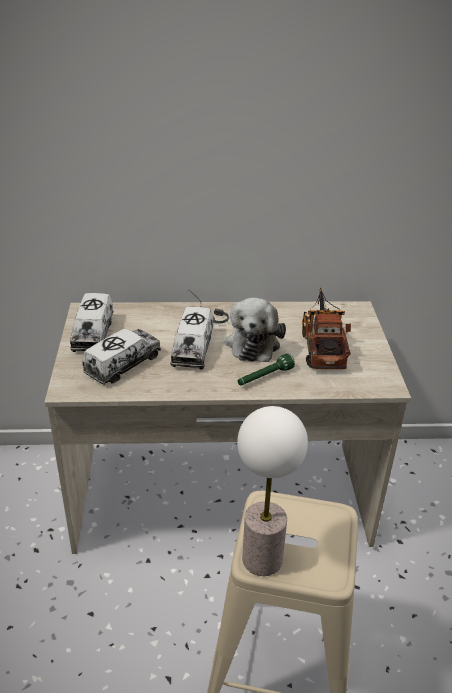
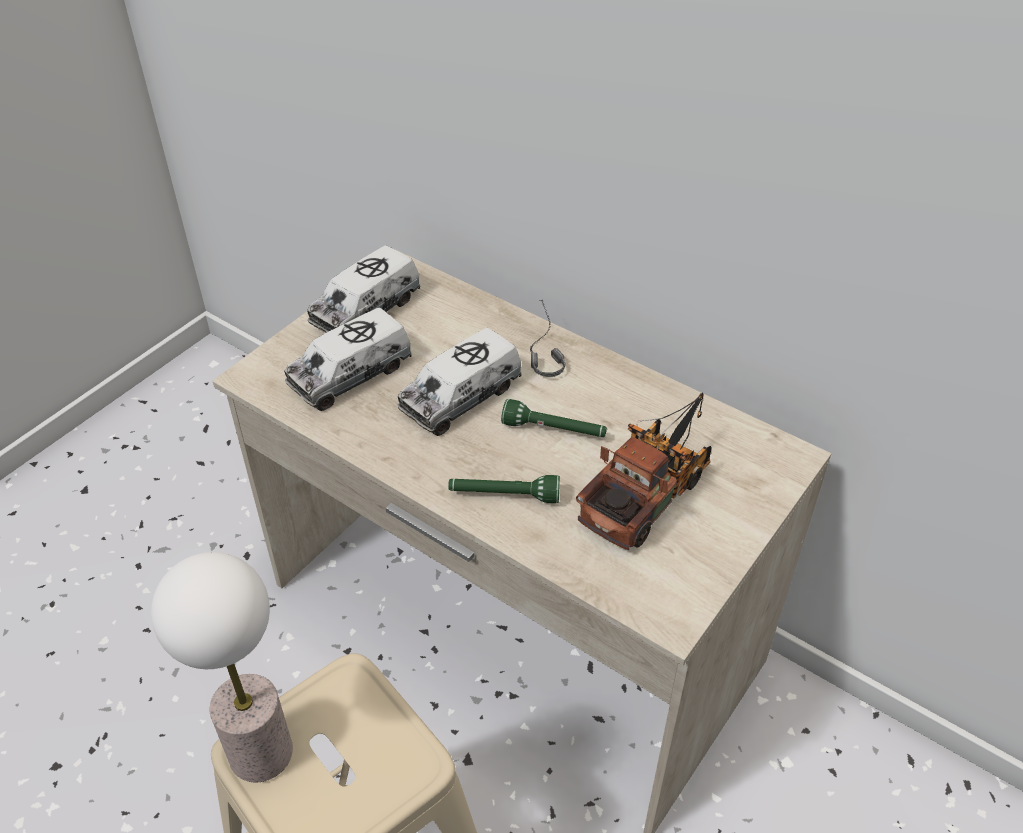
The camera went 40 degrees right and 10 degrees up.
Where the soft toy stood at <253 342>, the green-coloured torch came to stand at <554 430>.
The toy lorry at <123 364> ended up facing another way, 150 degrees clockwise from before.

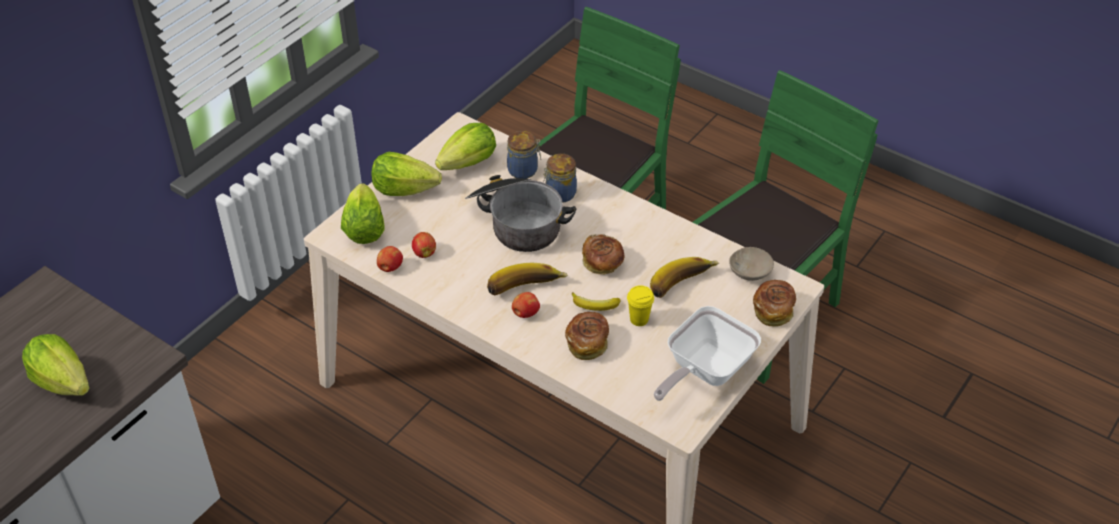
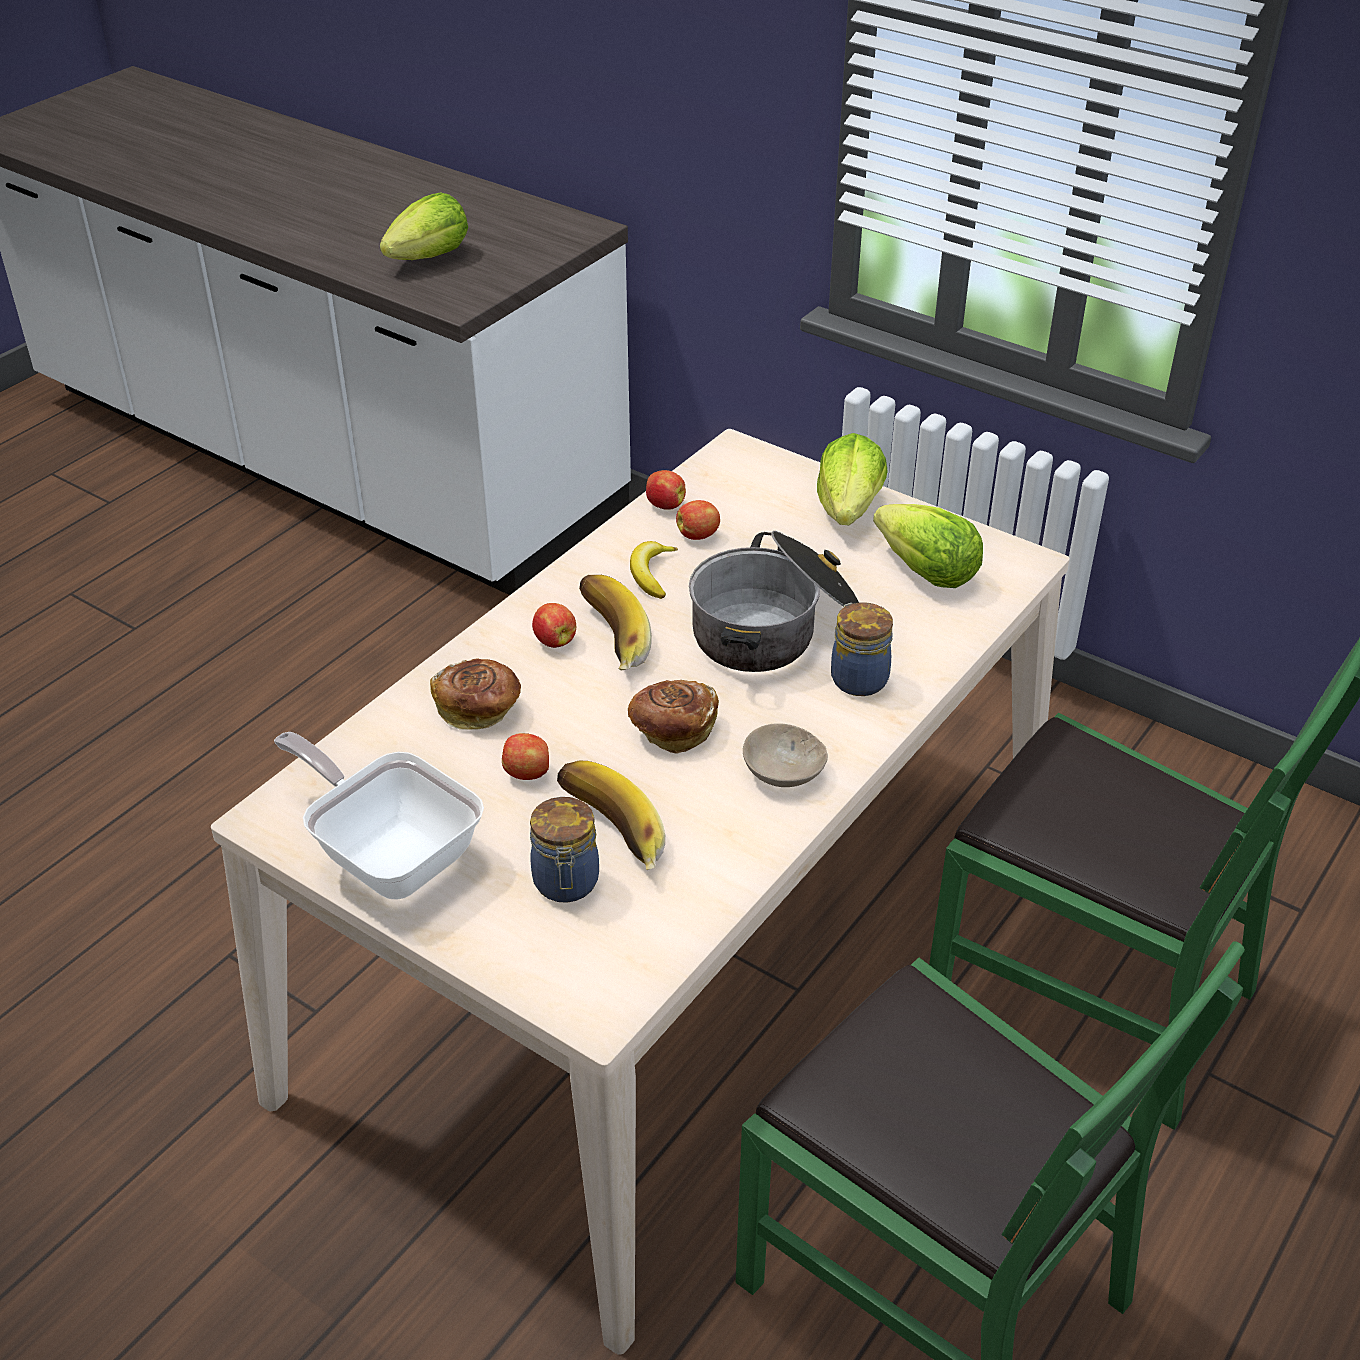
The camera went 90 degrees right and 5 degrees down.
The second view lost the head of lettuce at <364 229>.
The second view lost the baked bread at <773 310>.
The preserve jar ended up elsewhere, having gone from <524 170> to <566 884>.
The banana fruit ended up elsewhere, having gone from <594 306> to <652 574>.
The beige-coloured deep dish ended up elsewhere, having gone from <750 273> to <780 772>.
Where the yellow cup stood at <639 319>, the apple fruit came to stand at <528 773>.

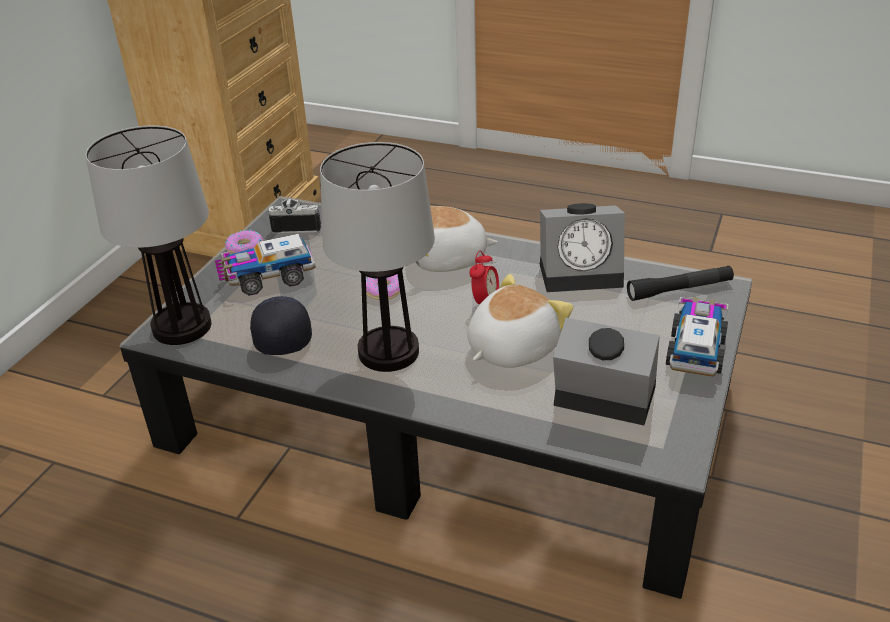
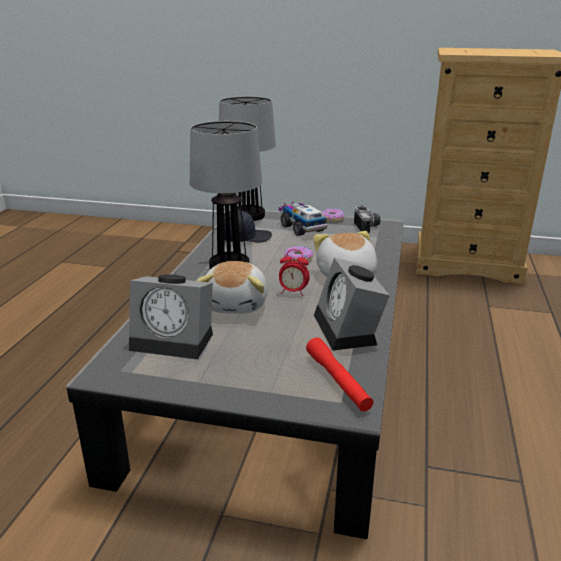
The camera went 80 degrees right and 10 degrees down.
The second view lost the toy lorry at <695 350>.
What was the blackish torch at <679 290> turned into the red-coloured torch at <338 381>.
The soft toy at <511 348> ended up facing another way, 60 degrees clockwise from before.
The bedside clock at <600 399> ended up facing another way, 90 degrees clockwise from before.

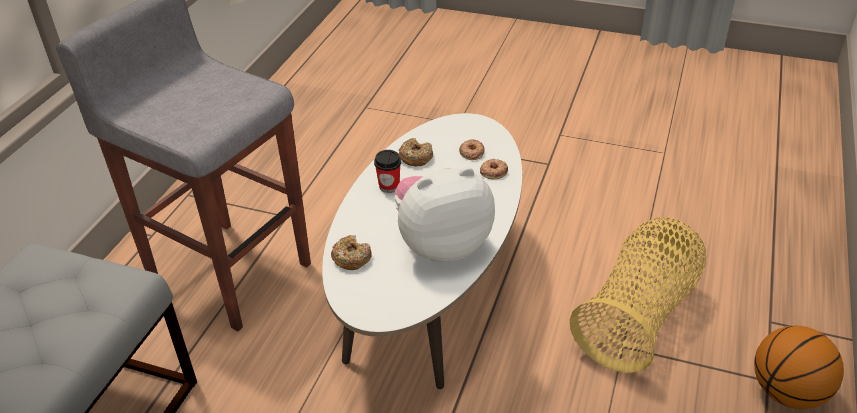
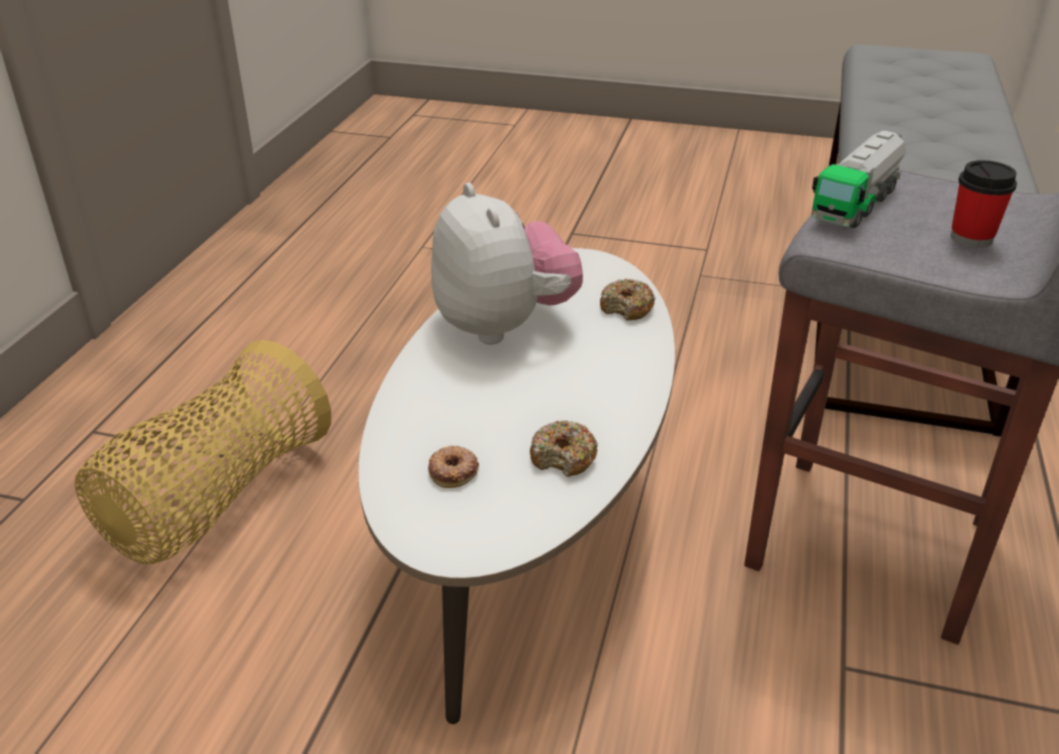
The camera went 175 degrees right and 5 degrees down.
The second view lost the ring doughnut at <493 171>.
The second view lost the ball for basketball at <788 392>.
The second view gained the toy lorry at <855 204>.
The cup ended up elsewhere, having gone from <389 186> to <971 238>.
The soft toy at <442 244> ended up facing another way, 90 degrees counterclockwise from before.

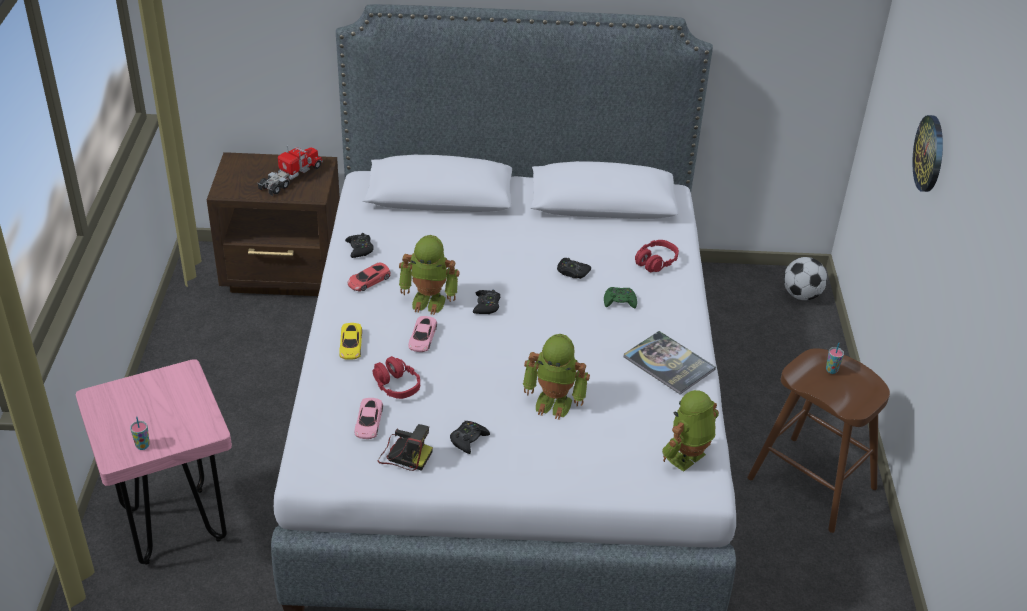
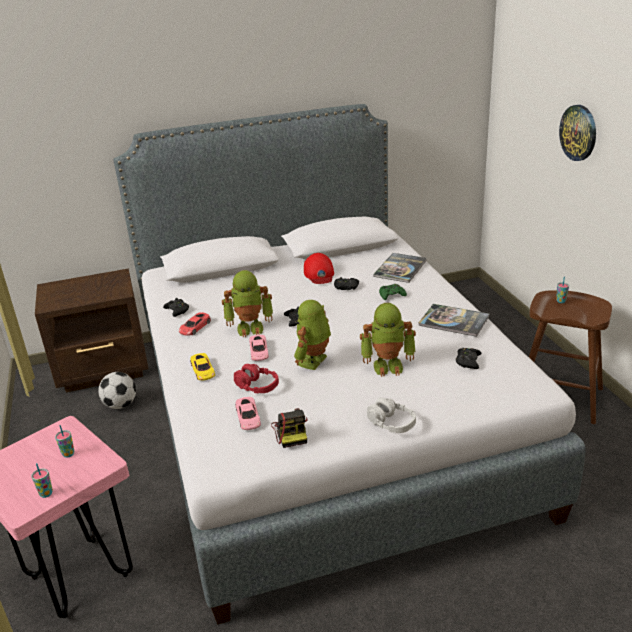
The camera went 15 degrees left and 10 degrees down.
The second view lost the toy lorry at <290 177>.
The second view gained the cup at <68 454>.
The second view gained the red-coloured cap at <319 274>.
The second view gained the grey headphones at <391 423>.
The blackish gamepad ended up elsewhere, having gone from <468 439> to <468 361>.
The model robot ended up elsewhere, having gone from <687 458> to <314 361>.
The football ball ended up elsewhere, having gone from <801 295> to <120 405>.
Where the red-coloured headphones stood at <656 262>, the volume came to stand at <400 268>.
The photo camera at <404 454> ended up facing another way, 75 degrees clockwise from before.

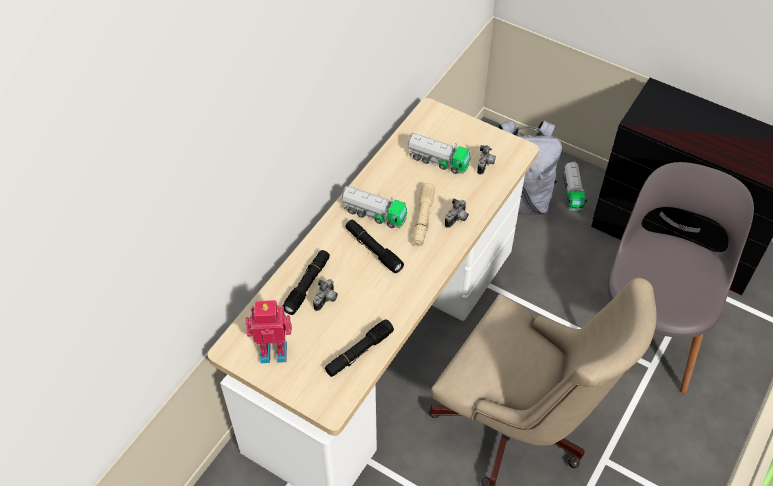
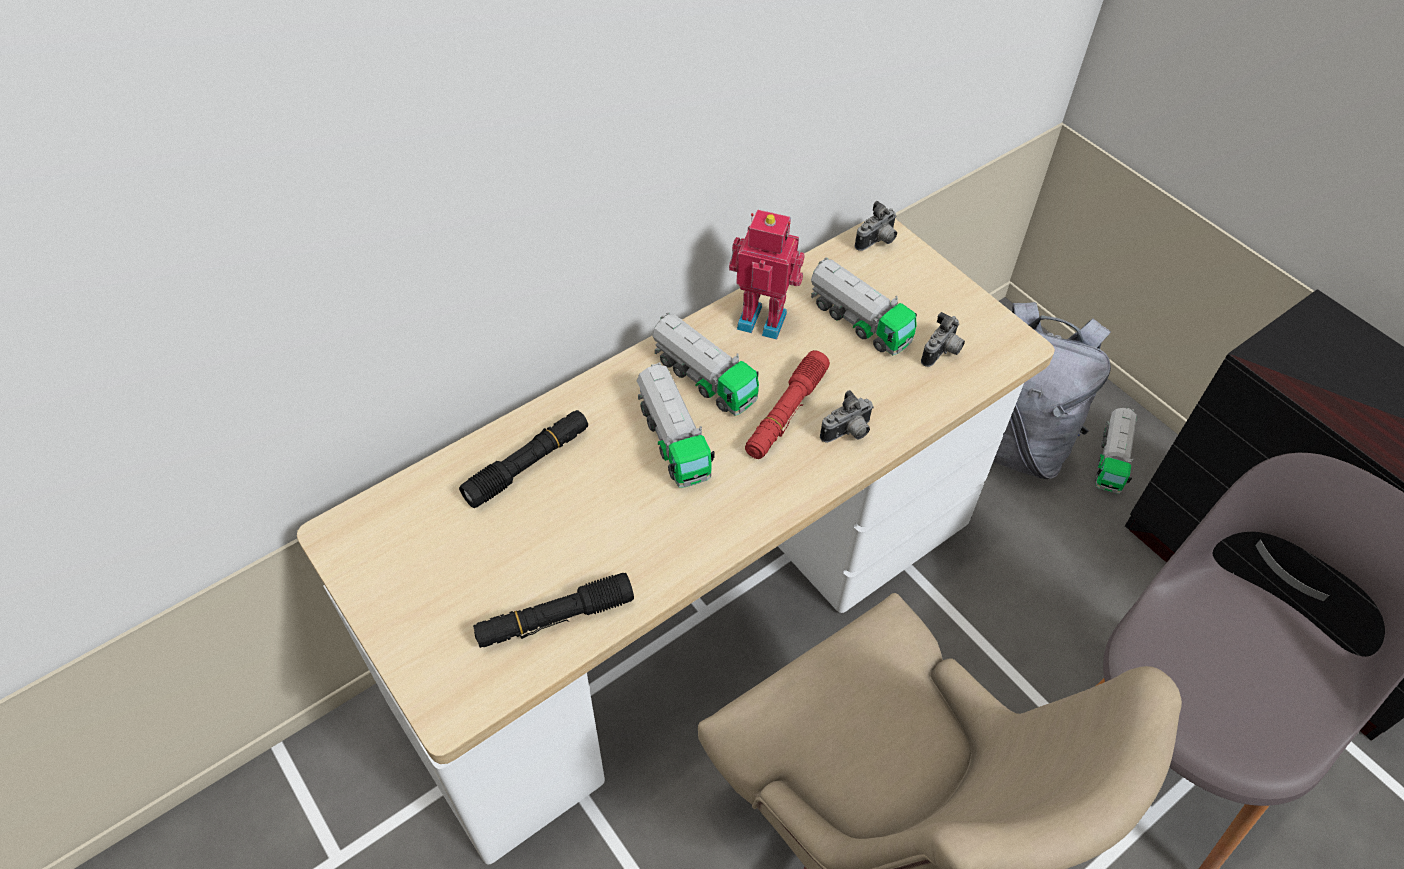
The camera went 20 degrees right and 0 degrees up.
The model robot ended up elsewhere, having gone from <273 350> to <763 318>.
The photo camera ended up elsewhere, having gone from <327 300> to <877 242>.
Where the blackish torch stood at <373 249>, the toy lorry came to stand at <673 439>.
What was the beige-coloured torch at <423 219> turned into the red-coloured torch at <786 413>.

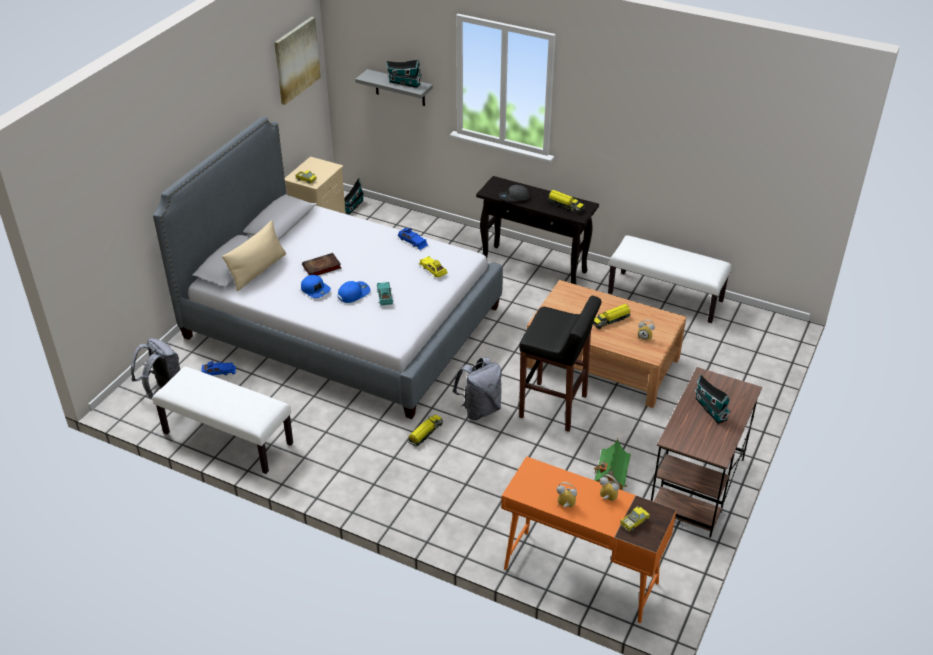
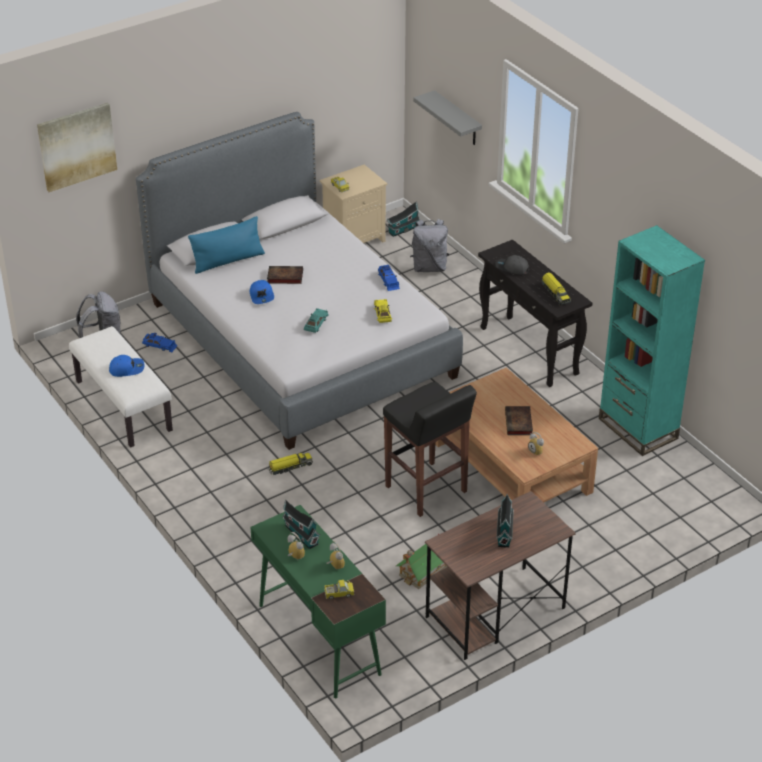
The camera went 30 degrees right and 0 degrees up.
The wall art ended up elsewhere, having gone from <296 60> to <77 146>.
The blue cap ended up elsewhere, having gone from <353 293> to <127 369>.
The model house ended up elsewhere, having gone from <403 83> to <300 534>.
The grey knapsack ended up elsewhere, having gone from <480 409> to <429 267>.
Where the toy lorry stood at <611 320>, the volume came to stand at <519 423>.
Where the white long seat stood at <666 297>, the blue-green bookshelf came to stand at <638 428>.
What was the beige-coloured throw pillow at <258 270> turned into the blue throw pillow at <228 261>.
What was the orangey desk unit at <580 575> turned into the green-coloured desk unit at <318 638>.

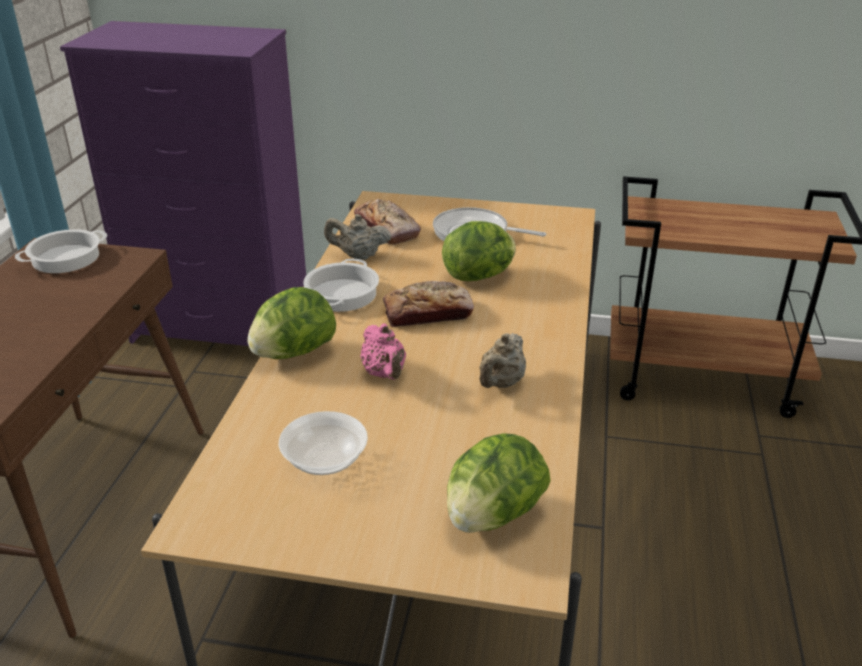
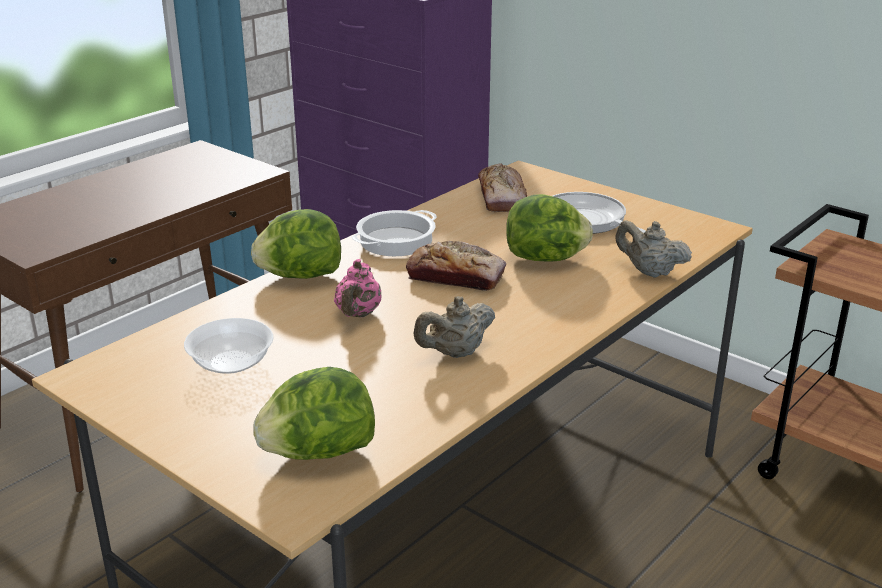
The camera went 30 degrees right and 5 degrees down.
The second view lost the stockpot at <66 258>.
The beige-coloured teapot ended up elsewhere, having gone from <358 256> to <649 272>.

